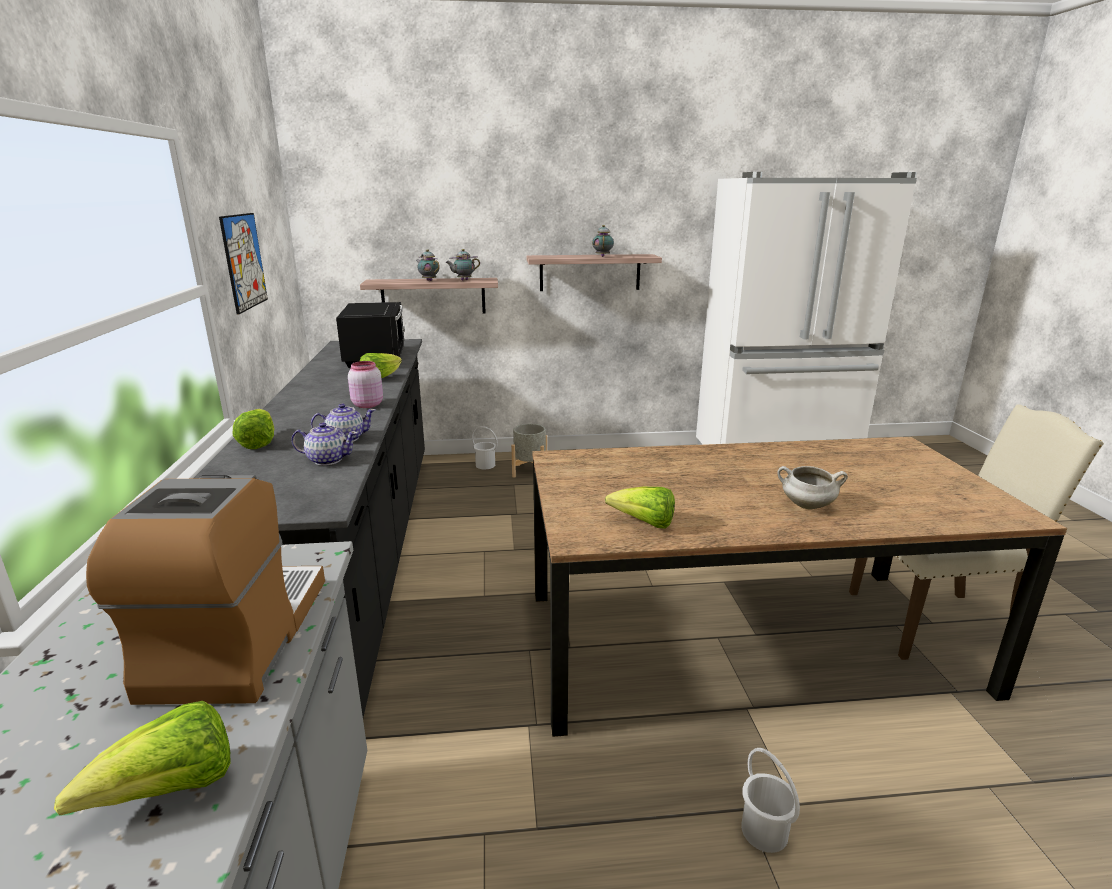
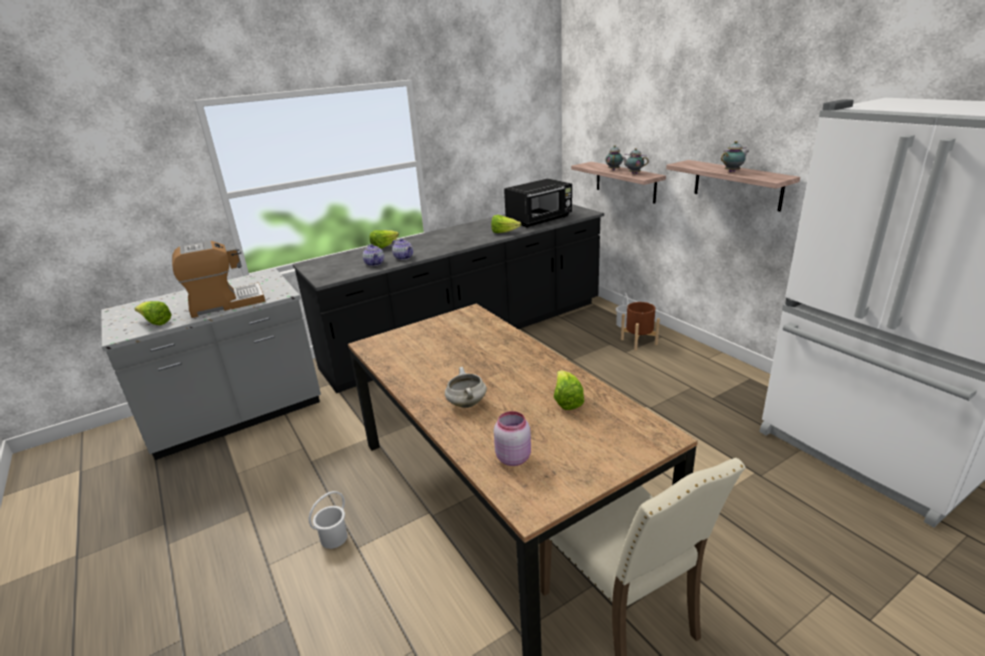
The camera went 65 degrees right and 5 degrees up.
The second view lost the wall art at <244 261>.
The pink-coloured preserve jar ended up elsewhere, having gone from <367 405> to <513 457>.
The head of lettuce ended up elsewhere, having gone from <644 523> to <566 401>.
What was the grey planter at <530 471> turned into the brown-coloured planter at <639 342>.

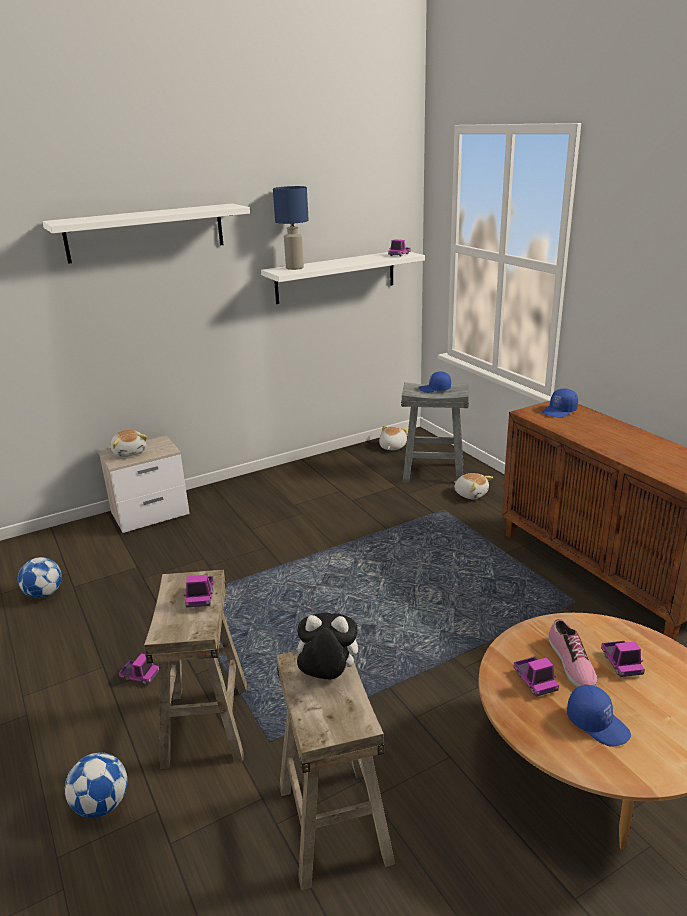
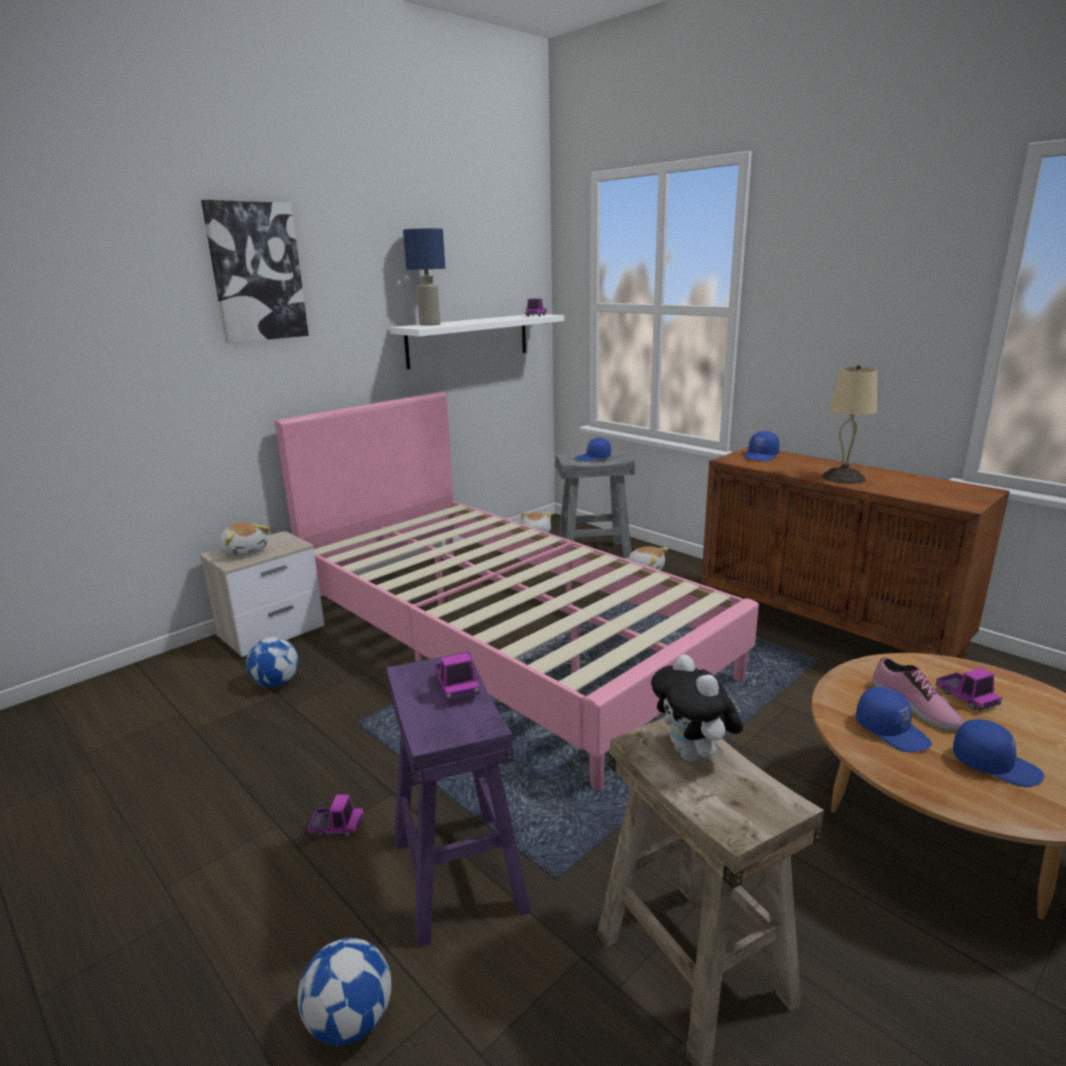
The camera went 15 degrees left and 5 degrees down.
The second view gained the pink-coloured sleeping bed at <501 639>.
The second view gained the beige-coloured table lamp at <844 477>.
The football ball ended up elsewhere, having gone from <44 594> to <276 683>.
Where the white bracket shelf hung at <146 232>, the wall art came to hang at <256 272>.
Where the toy lorry stood at <535 681>, the blue cap came to stand at <892 731>.
What was the beige-coloured sitting stool at <205 724> turned into the purple-coloured sitting stool at <457 873>.
The soft toy at <327 677> ended up facing another way, 105 degrees counterclockwise from before.

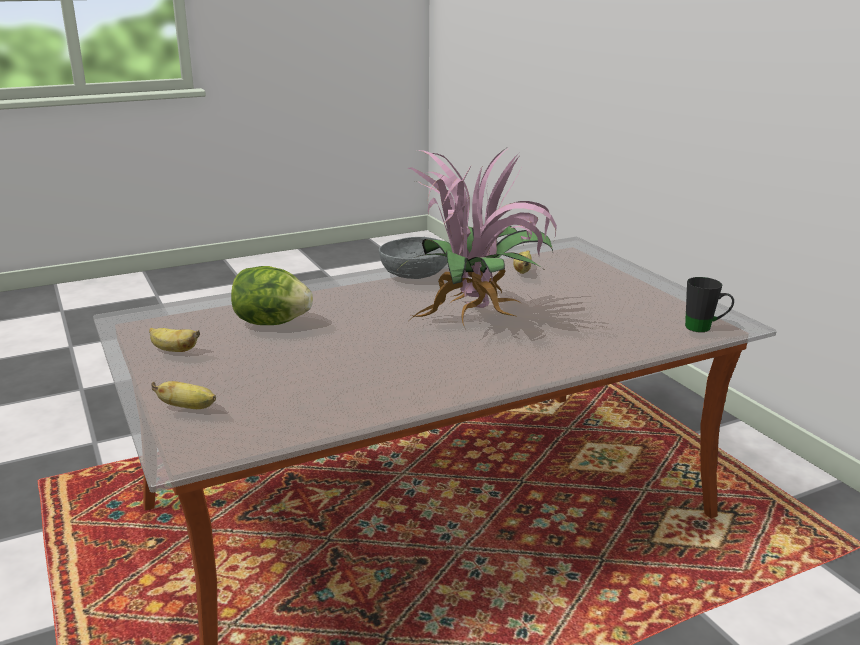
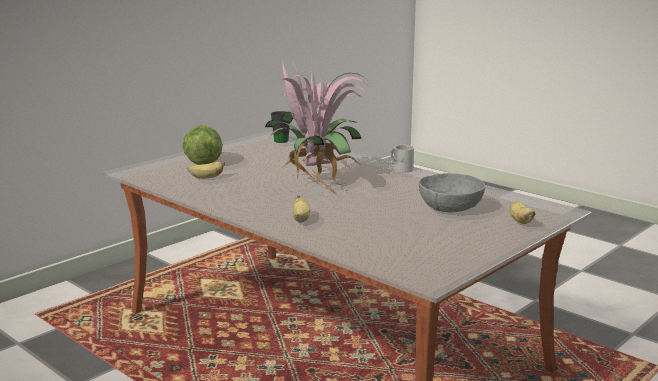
The camera went 110 degrees left and 5 degrees down.
The second view gained the white mug at <401 168>.
The banana fruit ended up elsewhere, having gone from <173 350> to <301 219>.
The head of lettuce ended up elsewhere, having gone from <271 323> to <203 162>.
The grey deep dish ended up elsewhere, having gone from <415 274> to <450 207>.

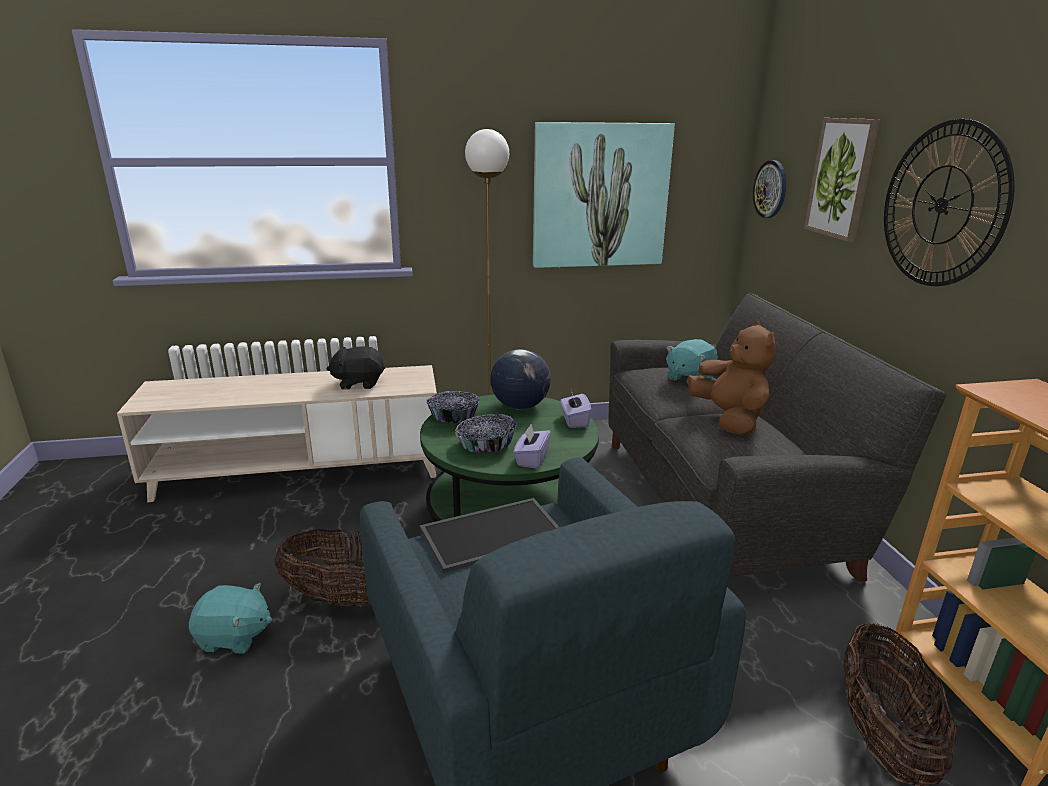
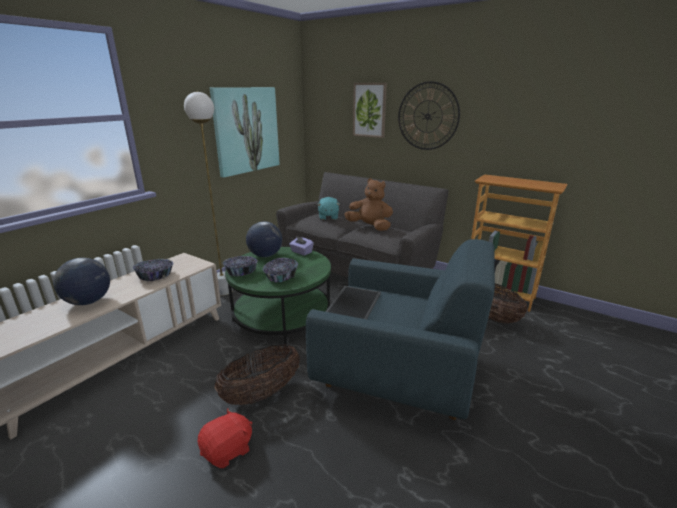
The camera went 45 degrees left and 0 degrees up.
The second view lost the purple-coloured box of tissues at <531 459>.
The second view lost the clock on the wall at <770 189>.
The second view gained the globe at <88 301>.
Where the blackish soft toy stood at <359 383>, the deep dish came to stand at <155 276>.
What was the blue-green soft toy at <234 637> turned into the red-coloured soft toy at <228 450>.

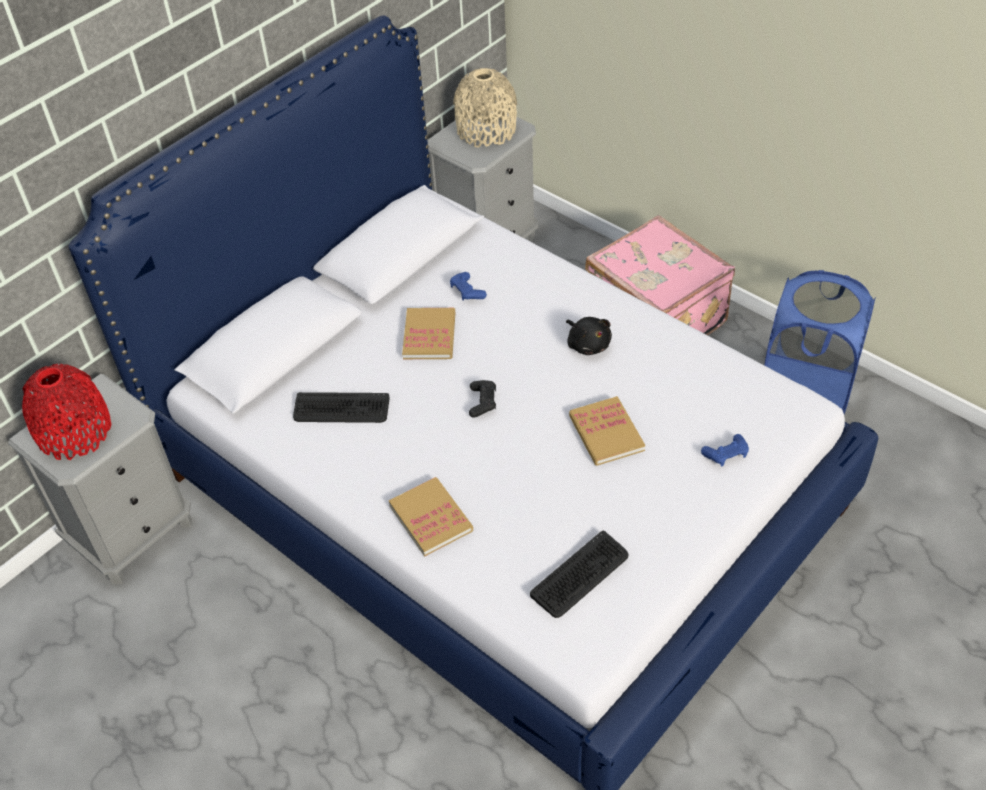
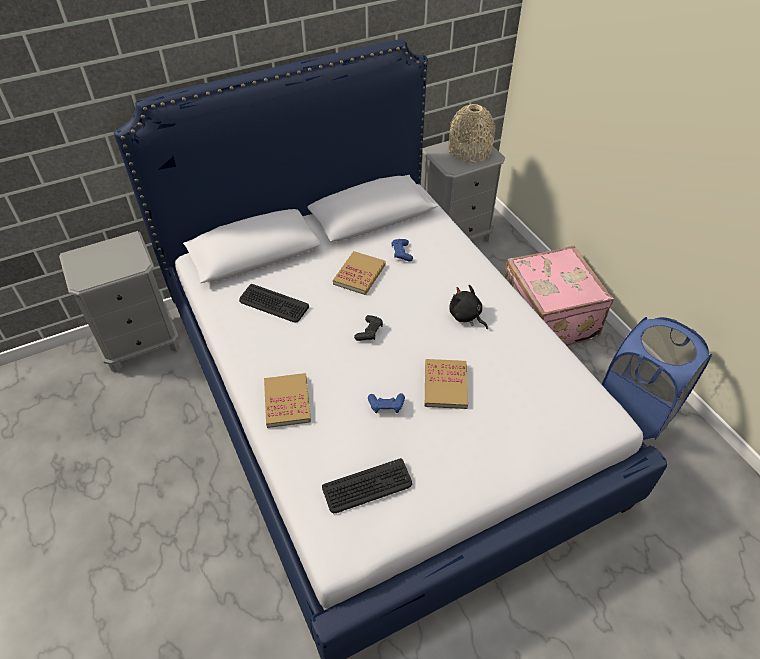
The camera went 20 degrees right and 0 degrees up.
The second view lost the red-coloured flower vase at <74 432>.
The blue gamepad ended up elsewhere, having gone from <726 454> to <386 405>.
The blackish soft toy at <588 344> ended up facing another way, 150 degrees clockwise from before.

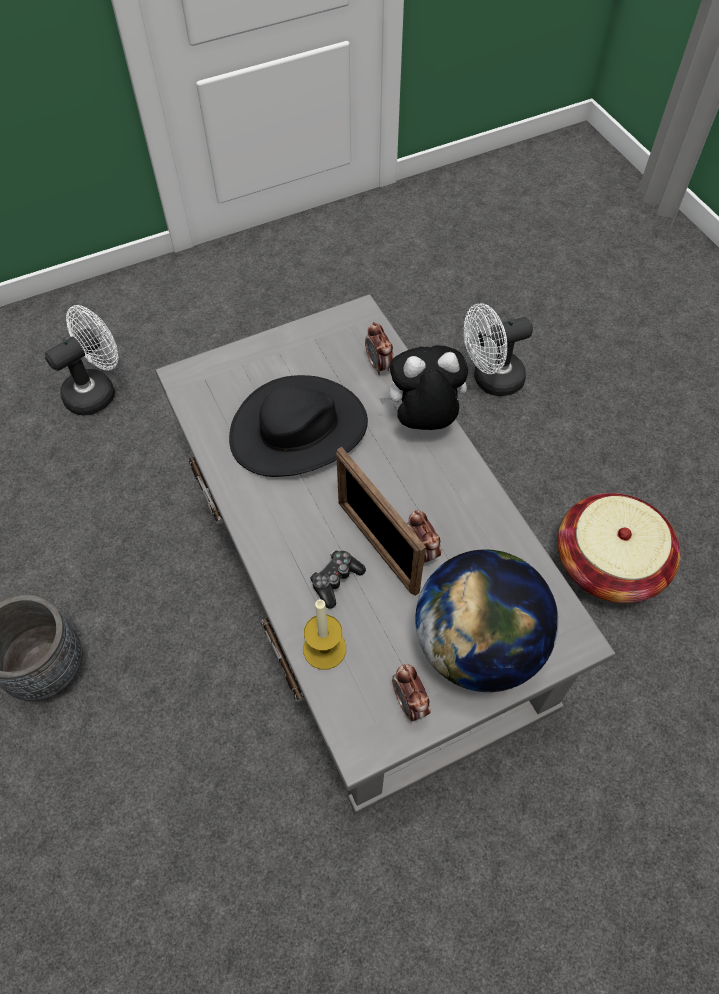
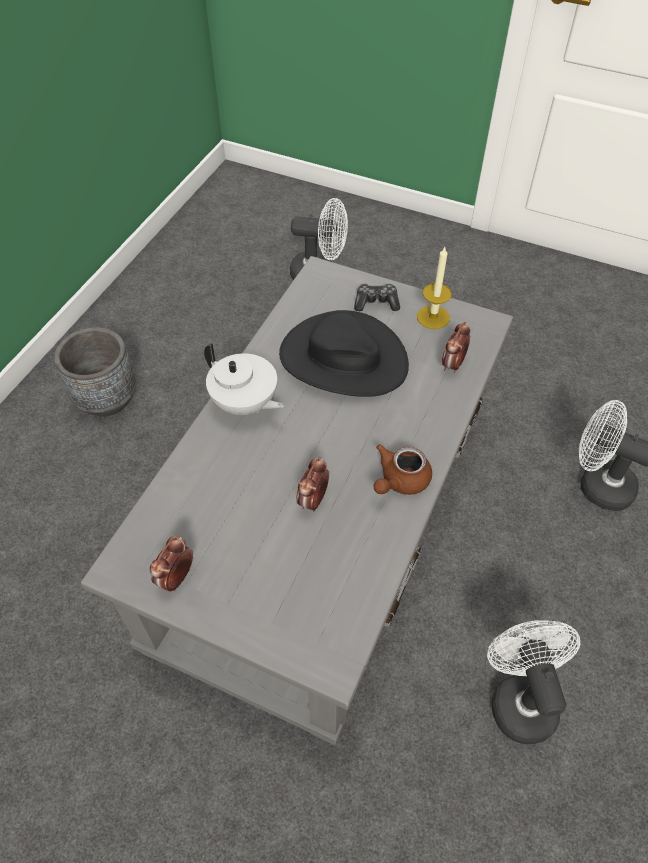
The camera went 50 degrees right and 5 degrees down.
The second view lost the photo frame at <377 546>.
The second view lost the soft toy at <423 420>.
The second view lost the globe at <477 646>.
The second view gained the white teapot at <245 404>.
The second view gained the brown-coloured teapot at <400 481>.
The wax candle ended up elsewhere, having gone from <324 648> to <433 317>.
The gamepad ended up elsewhere, having gone from <335 580> to <376 303>.
Where the household basket stood at <608 563>, the white fan came to stand at <519 698>.

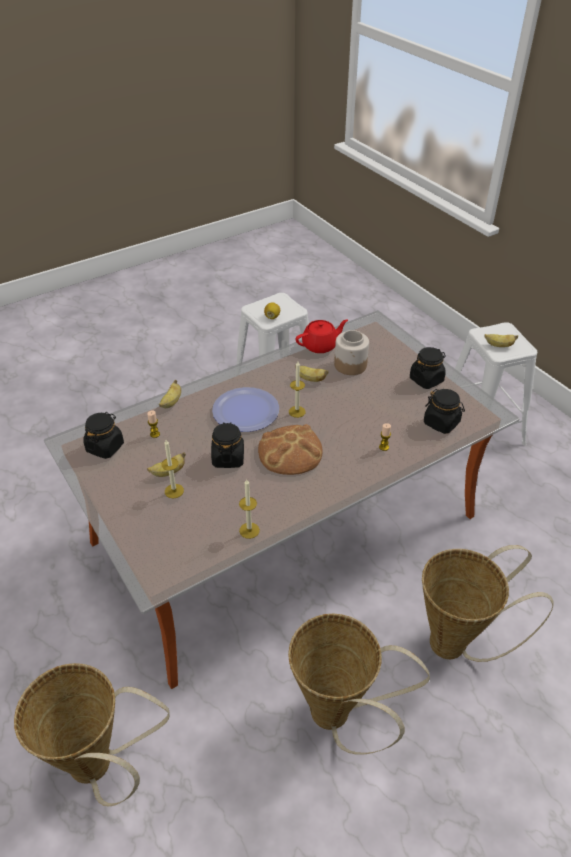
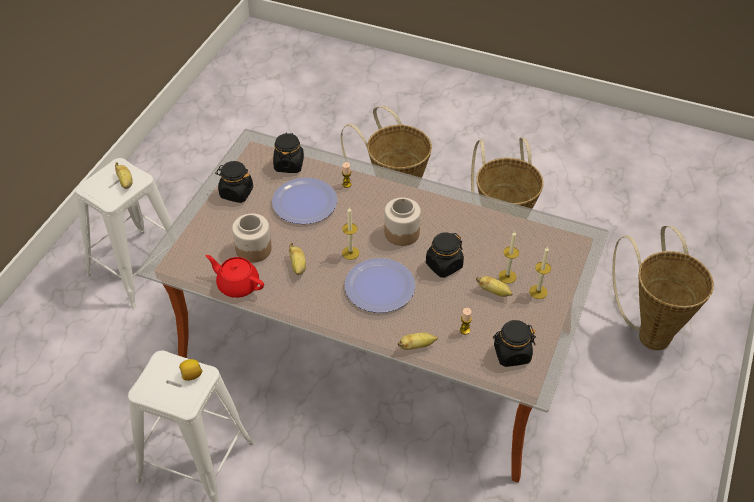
The camera went 125 degrees left and 5 degrees up.
The second view gained the plate at <304 202>.
The wax candle ended up elsewhere, having gone from <249 530> to <538 292>.
Where the baked bread stood at <290 452>, the preserve jar came to stand at <401 232>.

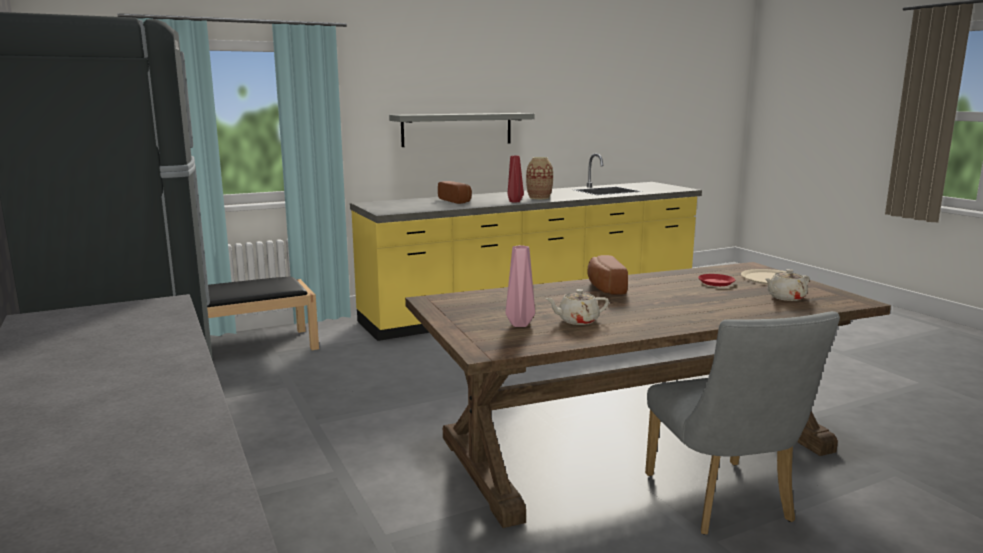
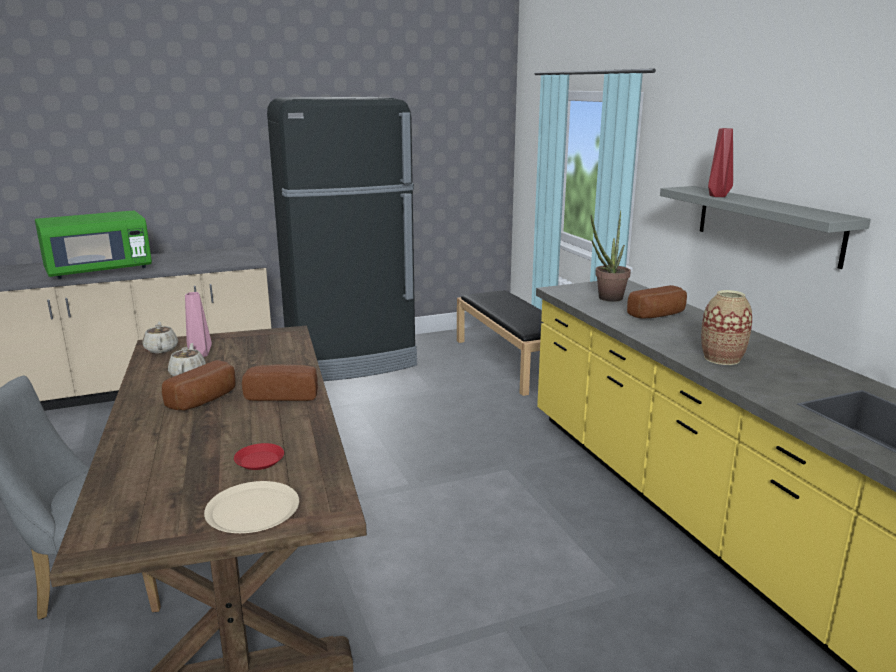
The camera went 95 degrees right and 5 degrees up.
The second view gained the green-coloured microwave at <99 271>.
The second view gained the baked bread at <206 400>.
The second view gained the potted plant at <607 299>.
The red-coloured flower vase ended up elsewhere, having gone from <515 201> to <719 196>.
The beige-coloured teapot ended up elsewhere, having gone from <785 297> to <161 349>.

